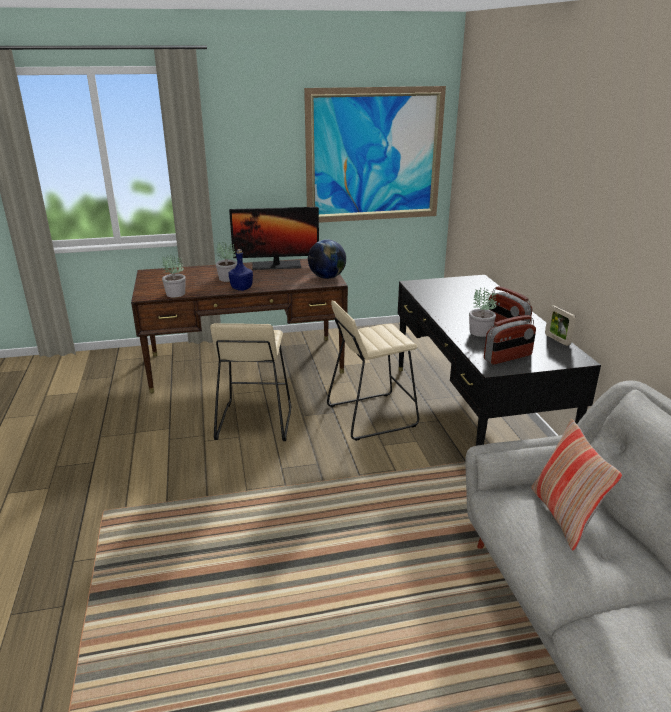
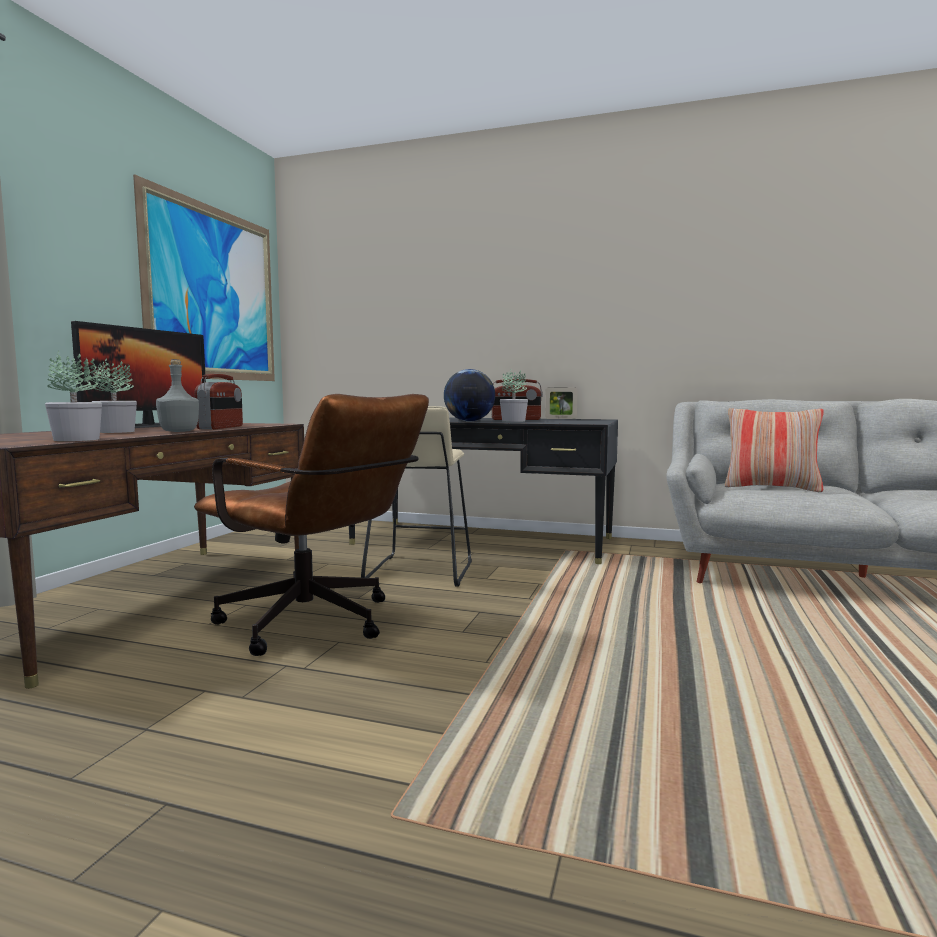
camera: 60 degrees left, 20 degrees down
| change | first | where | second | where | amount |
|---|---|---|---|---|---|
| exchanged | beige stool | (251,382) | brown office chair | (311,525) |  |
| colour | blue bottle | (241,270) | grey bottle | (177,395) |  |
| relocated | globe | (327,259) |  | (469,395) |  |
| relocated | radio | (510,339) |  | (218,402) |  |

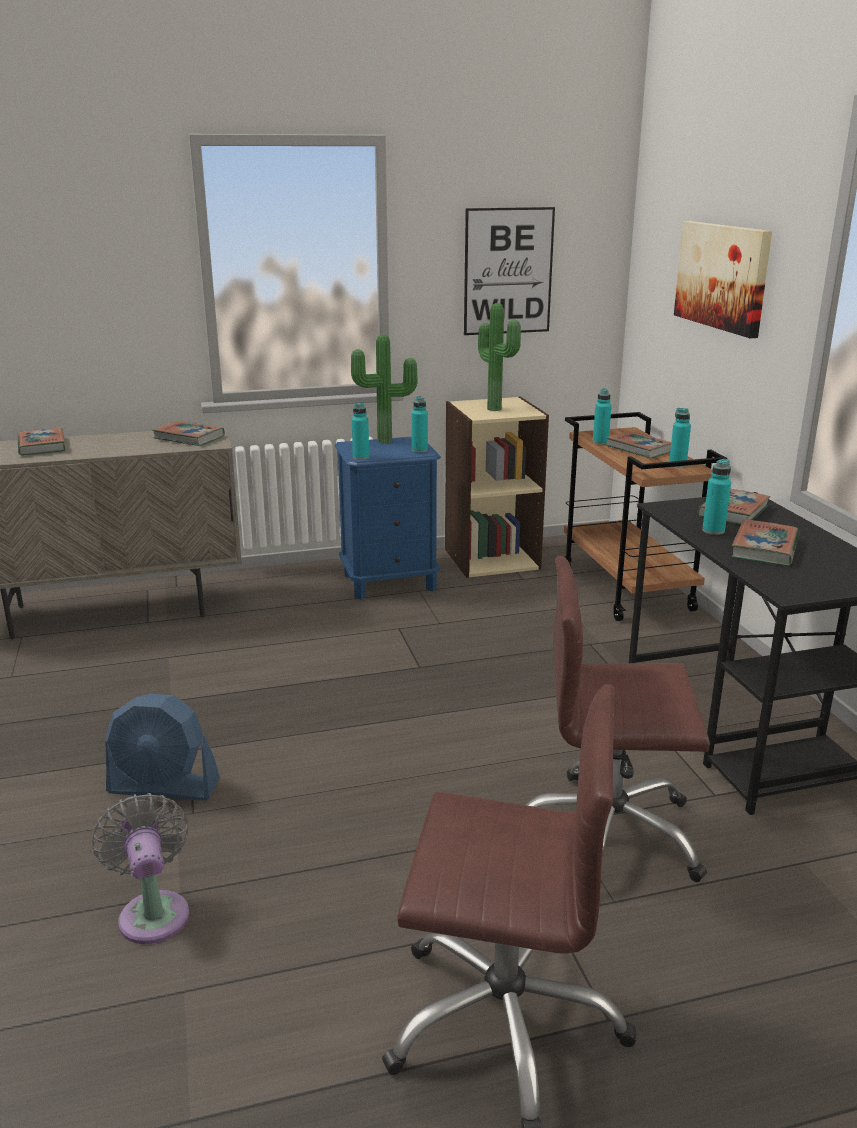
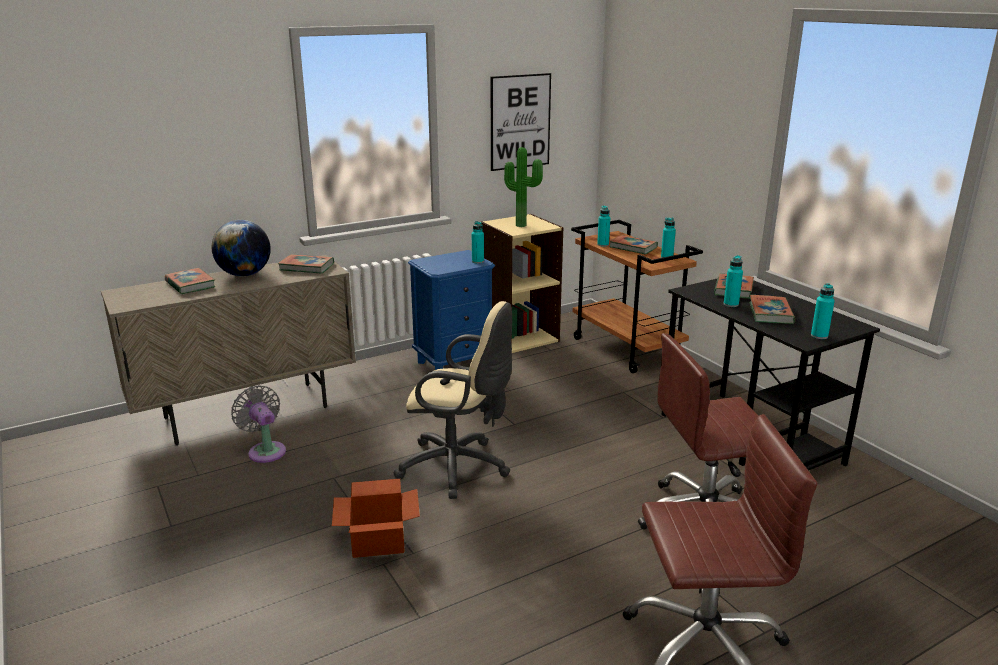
camera: 15 degrees left, 0 degrees up
| change | first | where | second | where | amount |
|---|---|---|---|---|---|
| relocated | grey fan | (140,868) |  | (258,424) |  |
| exchanged | blue fan | (162,747) | cardboard box | (376,518) |  |
| missing | potted plant | (384,388) |  |  |  |
| relocated | turquoise bottle | (360,431) |  | (823,311) |  |
| missing | picture | (723,279) |  |  |  |
| appeared |  |  | globe | (241,248) |  |
| appeared |  |  | beige office chair | (453,400) |  |

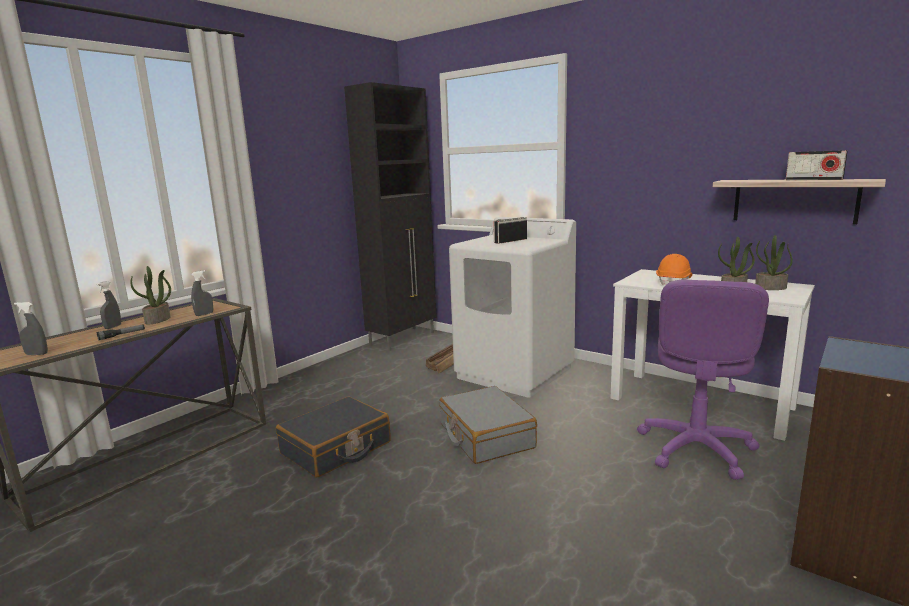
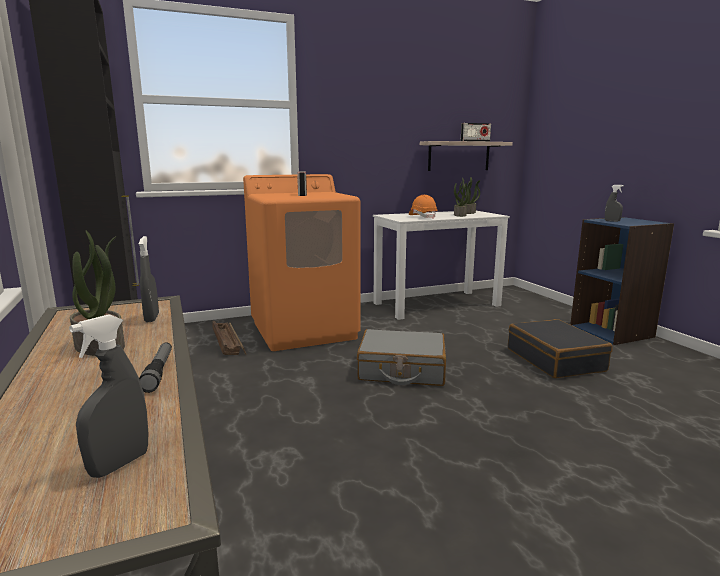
camera: 60 degrees left, 0 degrees up
| change | first | where | second | where | amount |
|---|---|---|---|---|---|
| relocated | grey spray bottle | (108,305) |  | (614,203) |  |
| relocated | black suitcase | (333,437) |  | (560,348) |  |
| colour | white washing machine | (512,307) | orange washing machine | (301,262) |  |
| missing | purple office chair | (703,380) |  |  |  |

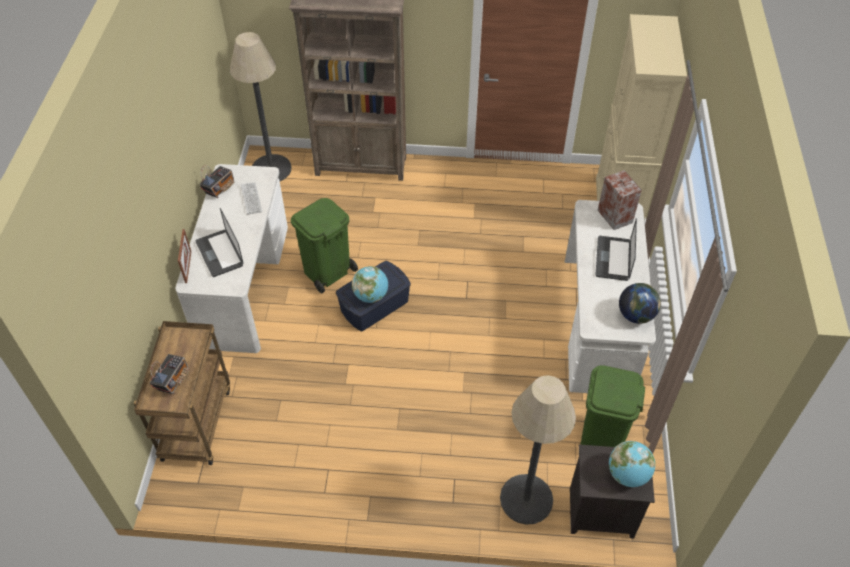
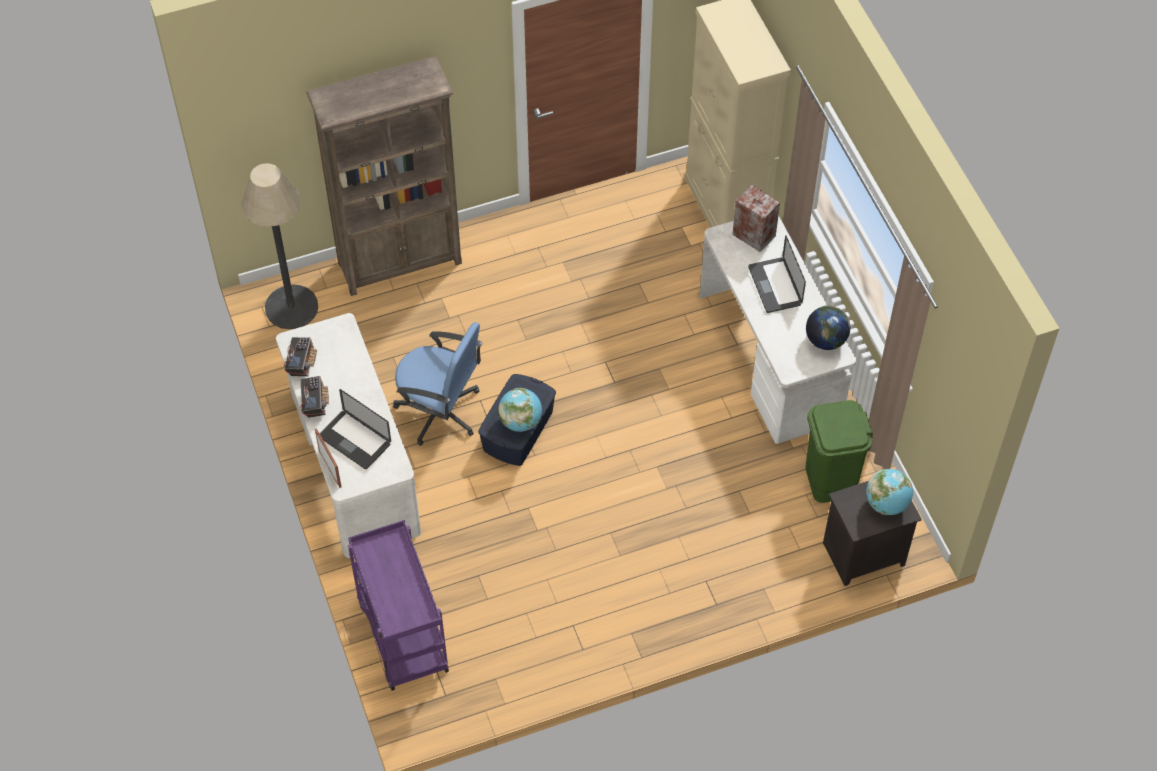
camera: 25 degrees left, 5 degrees up
| change | first | where | second | where | amount |
|---|---|---|---|---|---|
| colour | brown cart | (182,393) | purple cart | (398,605) |  |
| relocated | radio | (169,374) |  | (314,397) |  |
| missing | keyboard | (251,198) |  |  |  |
| exchanged | green trash can | (324,245) | blue office chair | (437,384) |  |
| missing | floor lamp | (538,450) |  |  |  |

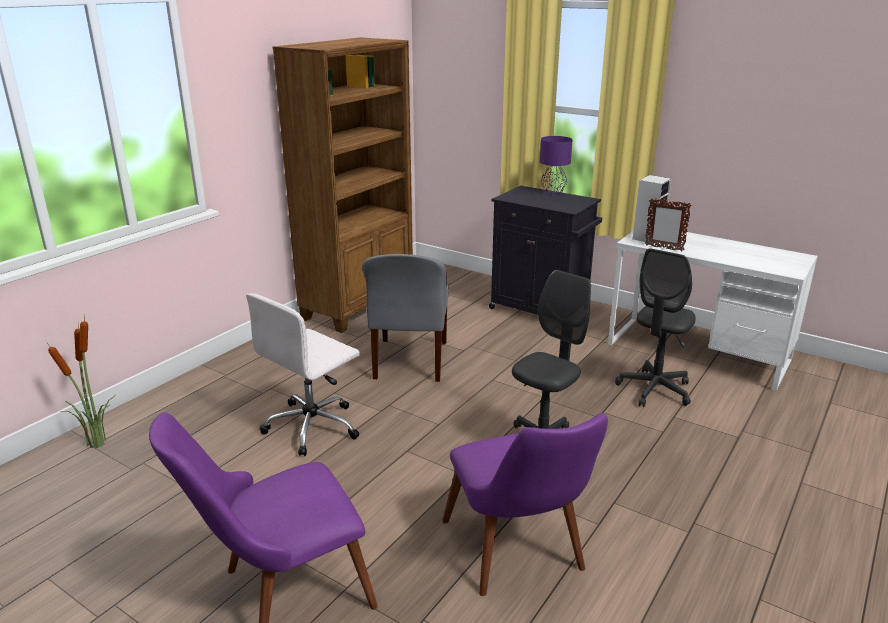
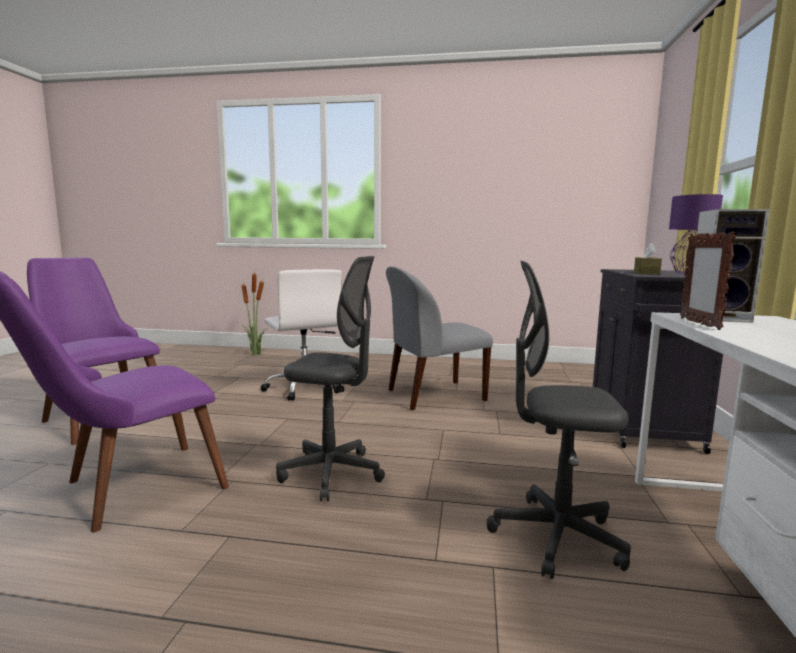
camera: 65 degrees right, 15 degrees down
| change | first | where | second | where | amount |
|---|---|---|---|---|---|
| spun | white office chair | (303,374) |  | (301,335) | 135 degrees counterclockwise |
| missing | brown bookcase | (343,185) |  |  |  |
| appeared |  |  | brown tissue box | (648,259) |  |

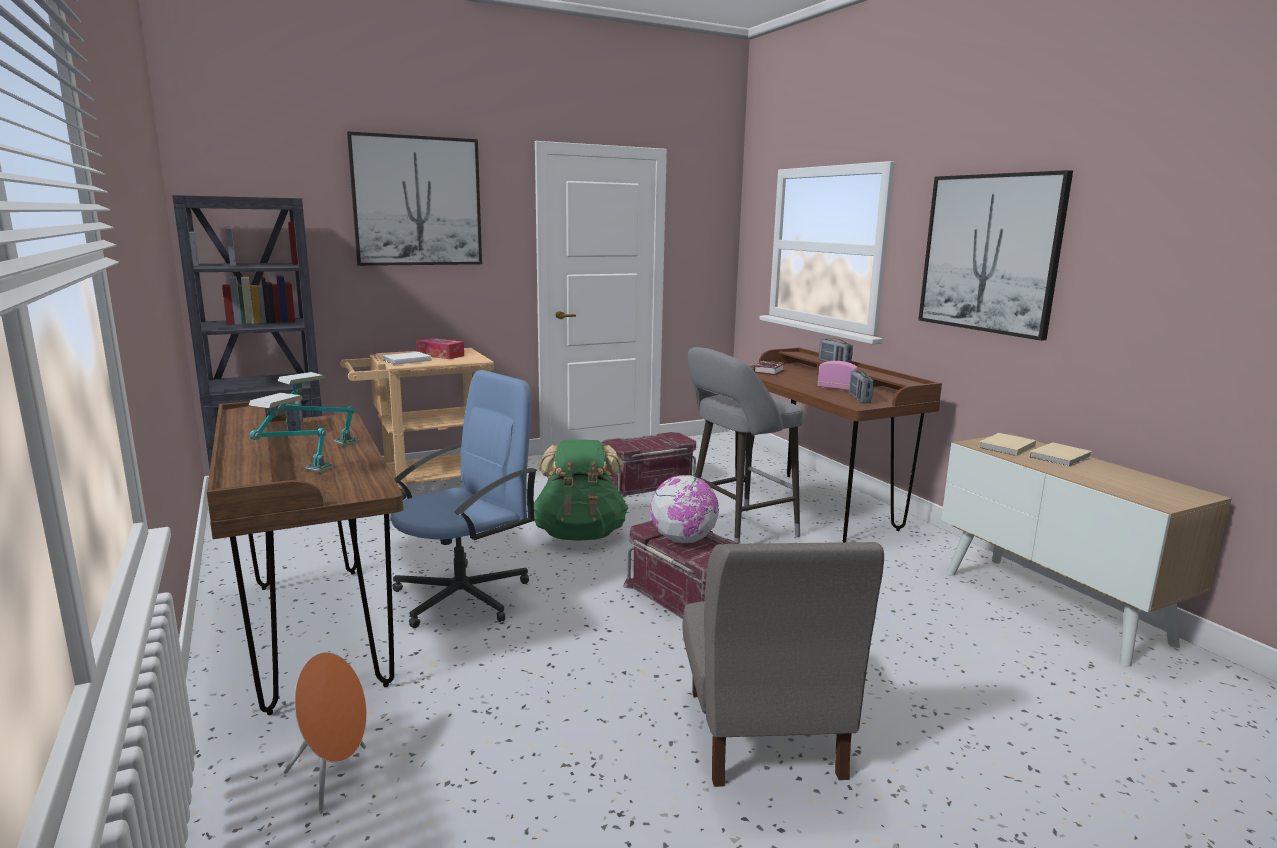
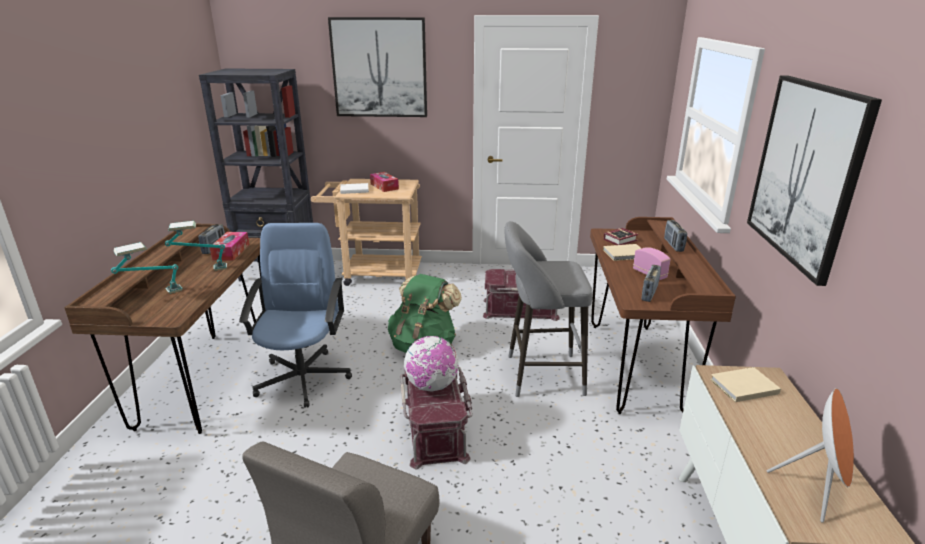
camera: 30 degrees right, 10 degrees up
| change | first | where | second | where | amount |
|---|---|---|---|---|---|
| relocated | orange speaker | (325,733) |  | (810,455) |  |
| spun | blue office chair | (463,499) |  | (295,315) | 75 degrees counterclockwise |
| relocated | beige book | (1060,454) |  | (622,252) |  |
| appeared |  |  | tissue box | (229,246) |  |

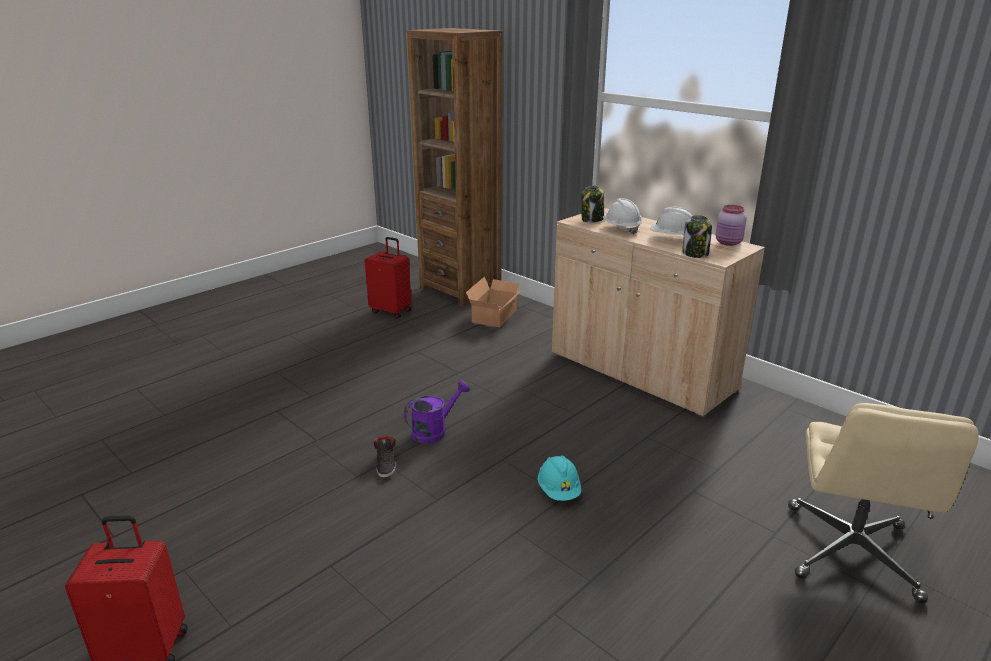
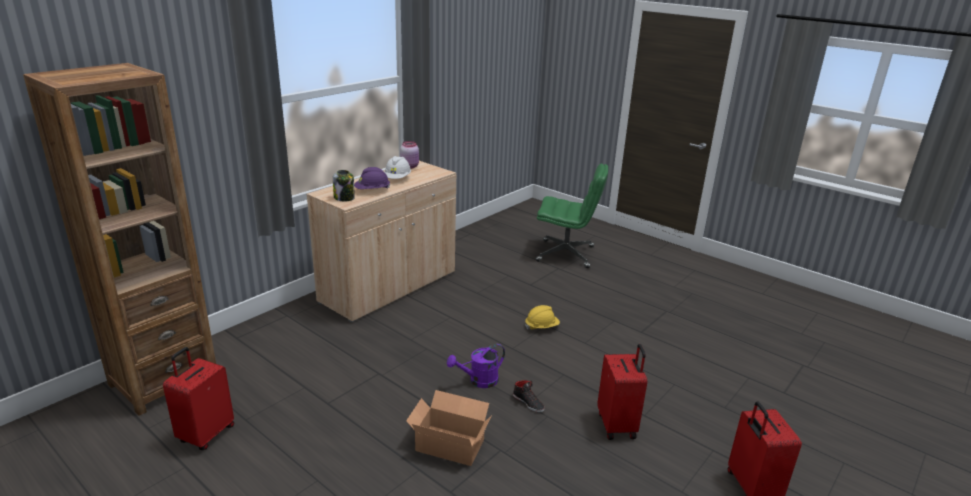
camera: 95 degrees left, 0 degrees up
| change | first | where | second | where | amount |
|---|---|---|---|---|---|
| spun | black shoe | (384,457) |  | (529,396) | 60 degrees clockwise |
| spun | purple watering can | (437,412) |  | (476,366) | 75 degrees counterclockwise |
| relocated | cardboard box | (496,302) |  | (449,428) |  |
| colour | turquoise hard hat | (559,478) | yellow hard hat | (542,317) |  |
| colour | white hard hat | (622,216) | purple hard hat | (372,178) |  |
| missing | jar | (697,236) |  |  |  |
| colour | beige office chair | (883,503) | green office chair | (572,216) |  |
| appeared |  |  | red suitcase | (622,392) |  |

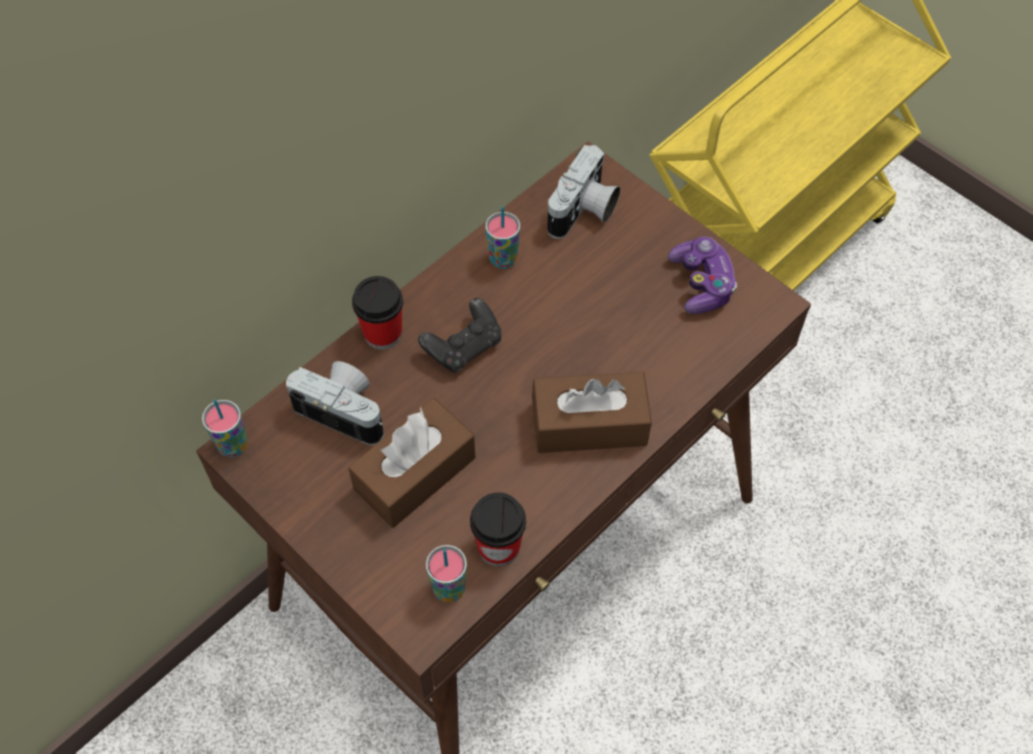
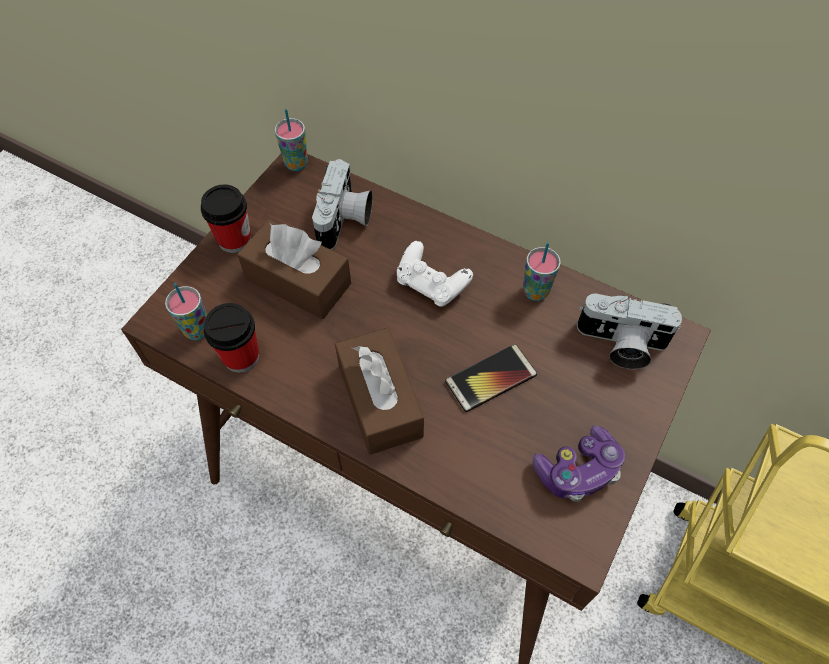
camera: 75 degrees right, 0 degrees up
| change | first | where | second | where | amount |
|---|---|---|---|---|---|
| relocated | cup | (377,313) |  | (226,218) |  |
| colour | black game controller | (459,335) | white game controller | (435,274) |  |
| appeared |  |  | phone | (491,378) |  |

